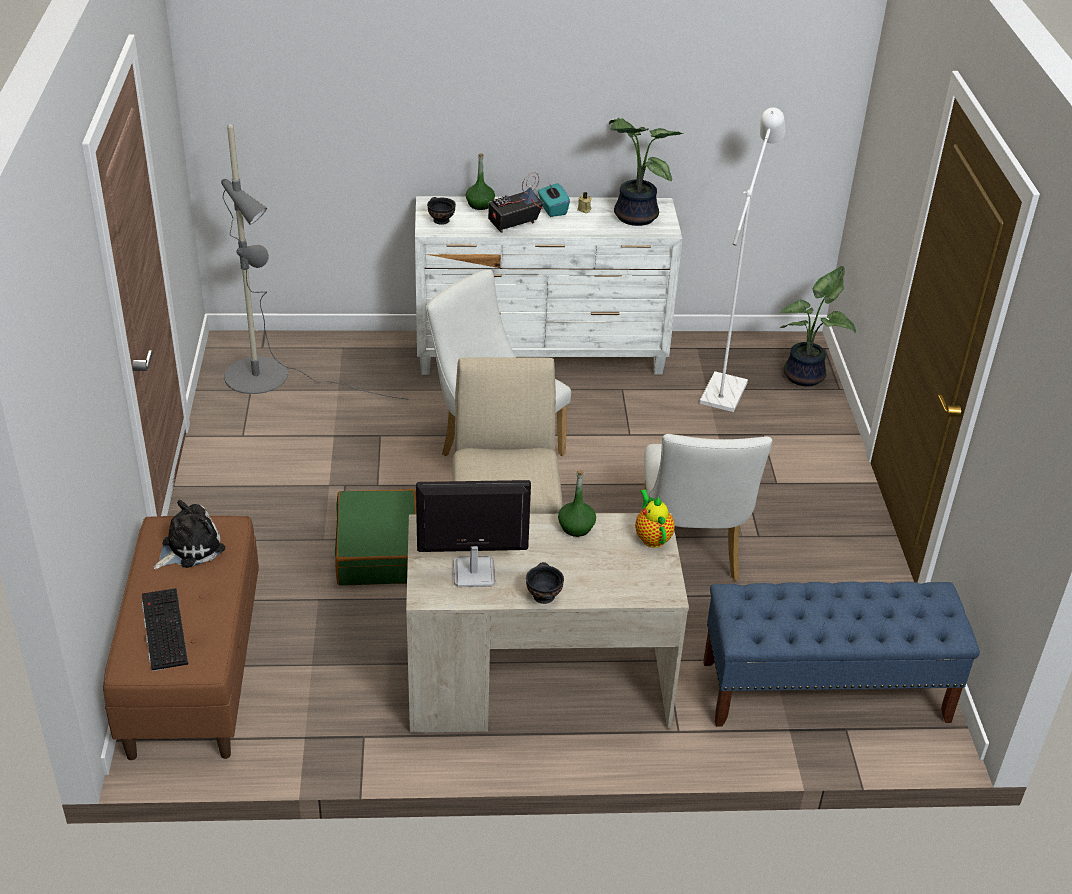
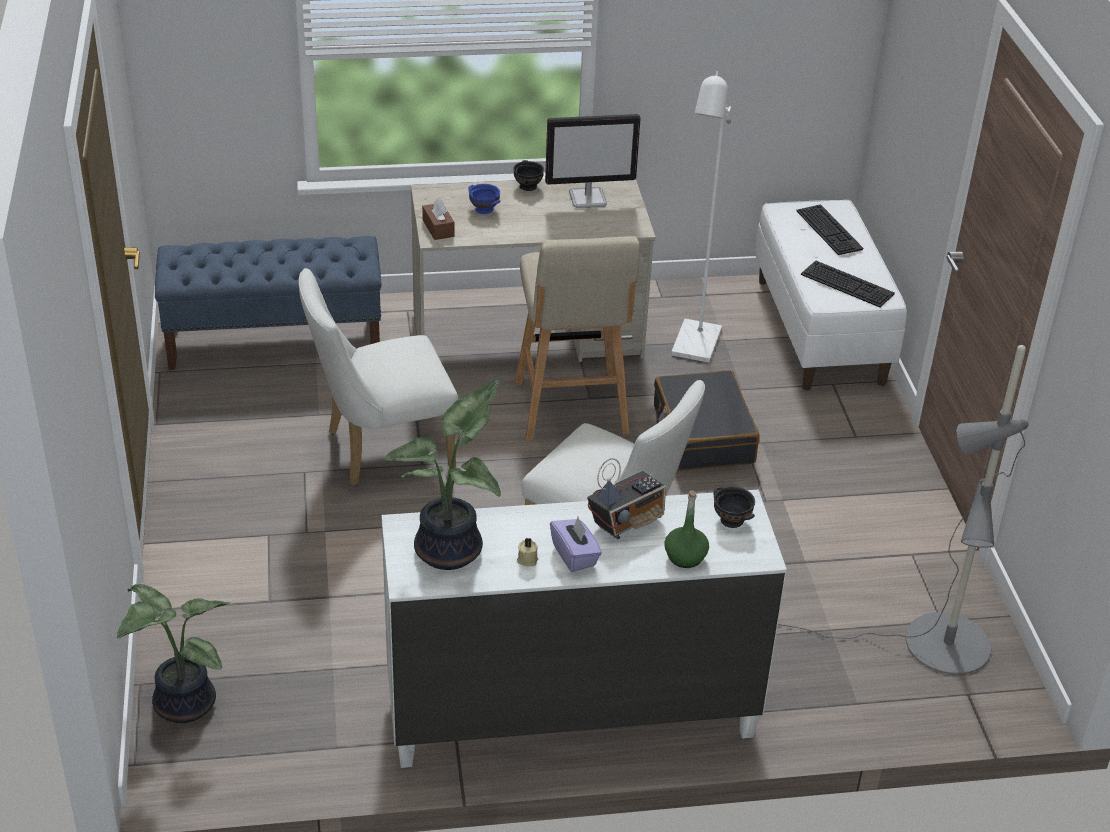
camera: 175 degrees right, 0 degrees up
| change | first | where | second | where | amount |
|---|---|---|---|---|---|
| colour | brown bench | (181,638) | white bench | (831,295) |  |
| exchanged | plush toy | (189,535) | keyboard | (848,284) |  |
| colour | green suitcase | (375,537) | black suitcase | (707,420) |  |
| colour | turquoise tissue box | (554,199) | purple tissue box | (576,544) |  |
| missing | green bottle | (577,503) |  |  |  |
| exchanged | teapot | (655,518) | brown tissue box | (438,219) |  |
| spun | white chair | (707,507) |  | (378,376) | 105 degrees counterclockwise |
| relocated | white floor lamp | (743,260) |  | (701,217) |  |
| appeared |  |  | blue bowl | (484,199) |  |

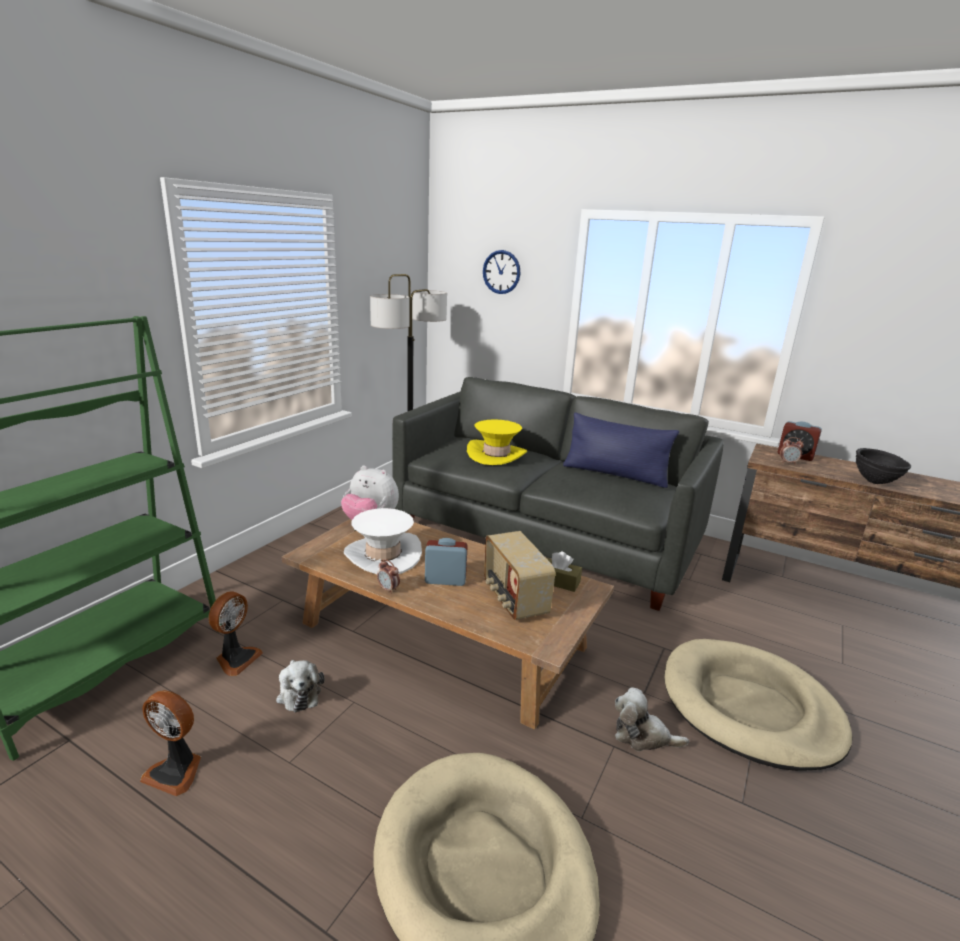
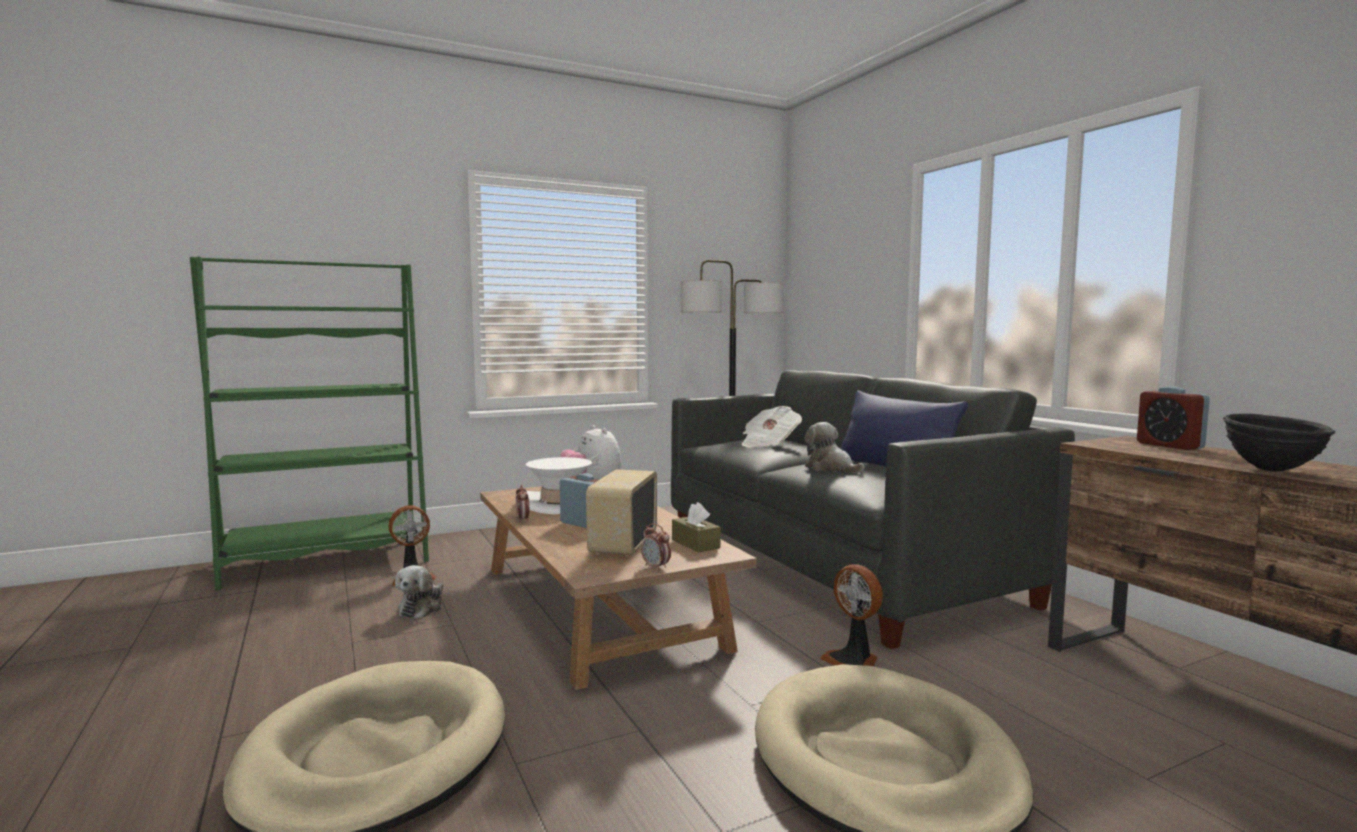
camera: 35 degrees right, 15 degrees down
| change | first | where | second | where | amount |
|---|---|---|---|---|---|
| relocated | fan | (170,743) |  | (851,615) |  |
| exchanged | yellow hat | (497,442) | newspaper | (772,426) |  |
| missing | wall clock | (502,272) |  |  |  |
| relocated | plush toy | (652,719) |  | (834,447) |  |
| relocated | alarm clock | (792,450) |  | (656,547) |  |

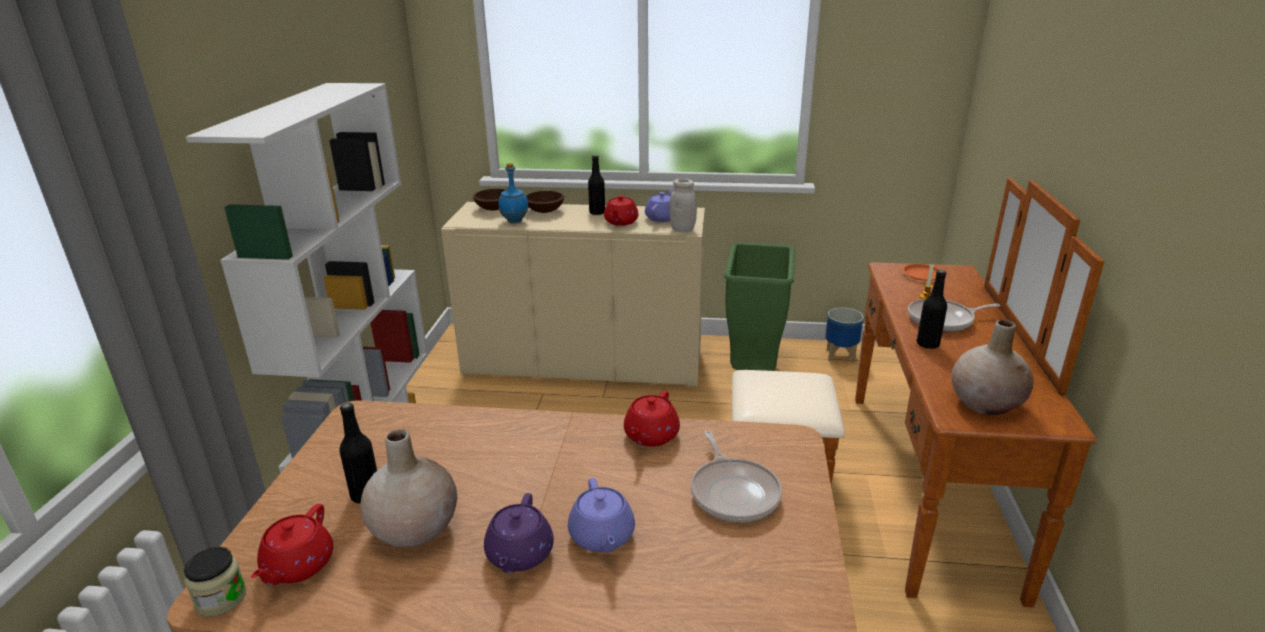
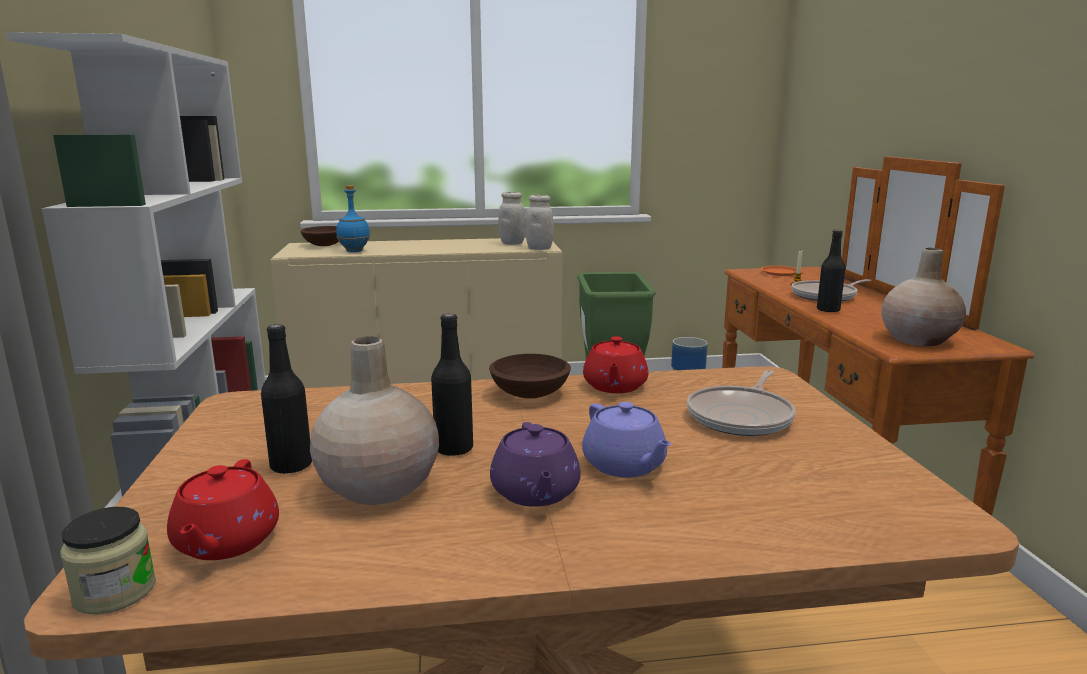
camera: 15 degrees left, 10 degrees down
| change | first | where | second | where | amount |
|---|---|---|---|---|---|
| relocated | brown bowl | (545,202) |  | (530,376) |  |
| relocated | black bottle | (596,185) |  | (452,385) |  |
| missing | red teapot | (621,210) |  |  |  |
| exchanged | purple teapot | (659,206) | white jar | (512,218) |  |
| spun | frying pan | (736,476) |  | (741,403) | 60 degrees clockwise |

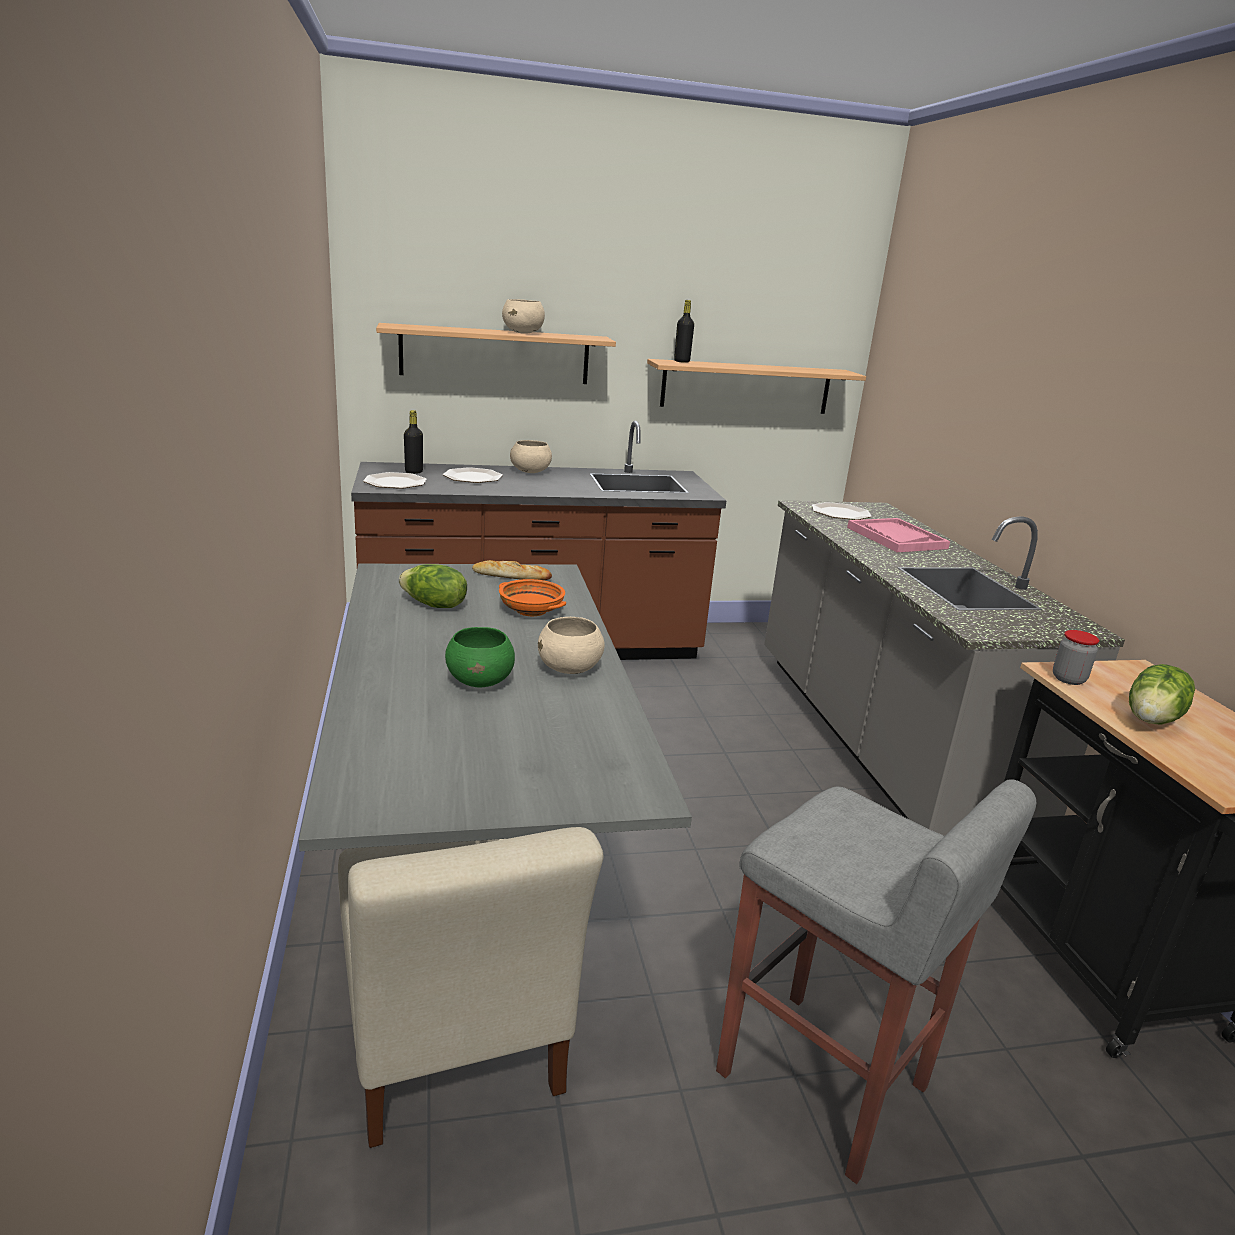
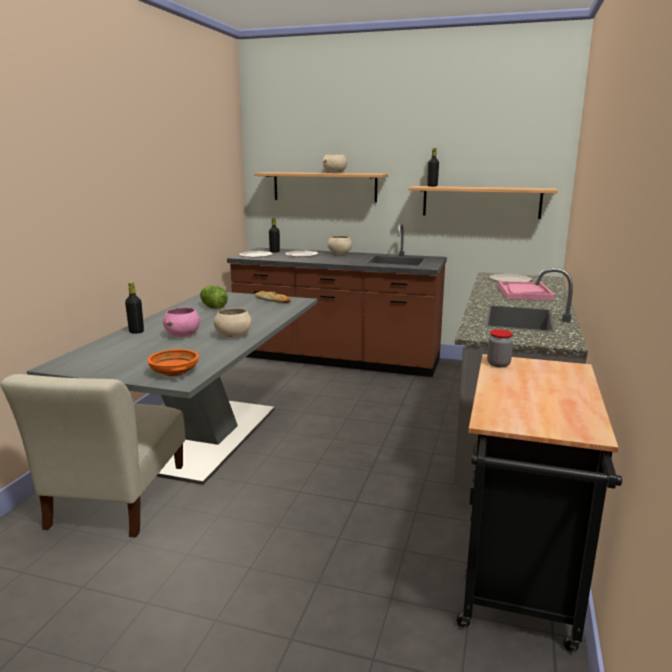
camera: 30 degrees right, 5 degrees down
| change | first | where | second | where | amount |
|---|---|---|---|---|---|
| colour | green bowl | (480,657) | pink bowl | (181,322) |  |
| relocated | orange bowl | (532,597) |  | (173,363) |  |
| missing | grey stool | (876,981) |  |  |  |
| missing | lettuce | (1162,694) |  |  |  |
| appeared |  |  | black bottle | (134,308) |  |

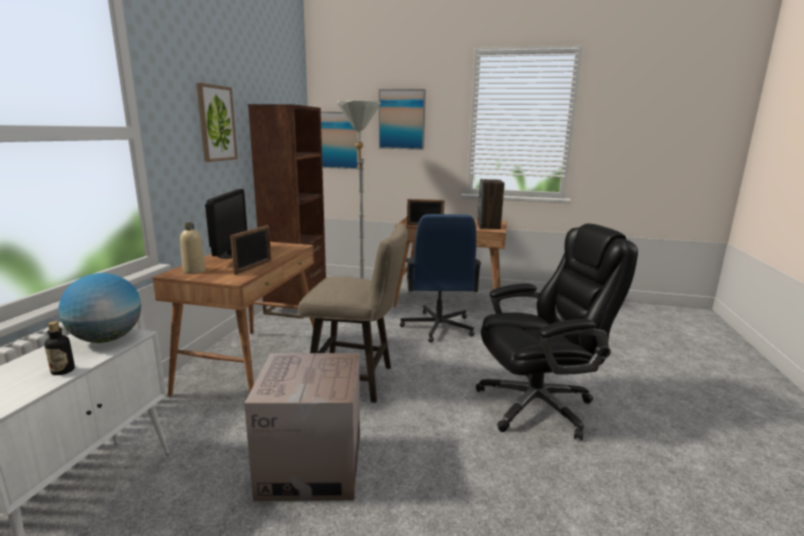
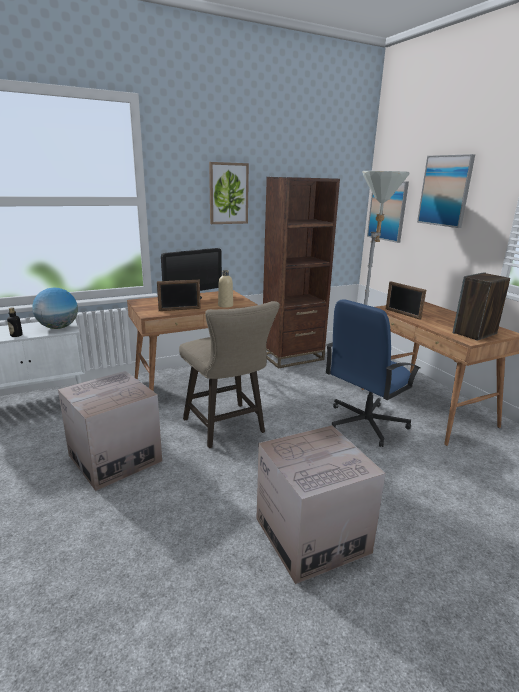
camera: 50 degrees right, 5 degrees up
| change | first | where | second | where | amount |
|---|---|---|---|---|---|
| relocated | beige bottle | (193,248) |  | (225,289) |  |
| exchanged | black office chair | (557,331) | cardboard box | (321,504) |  |

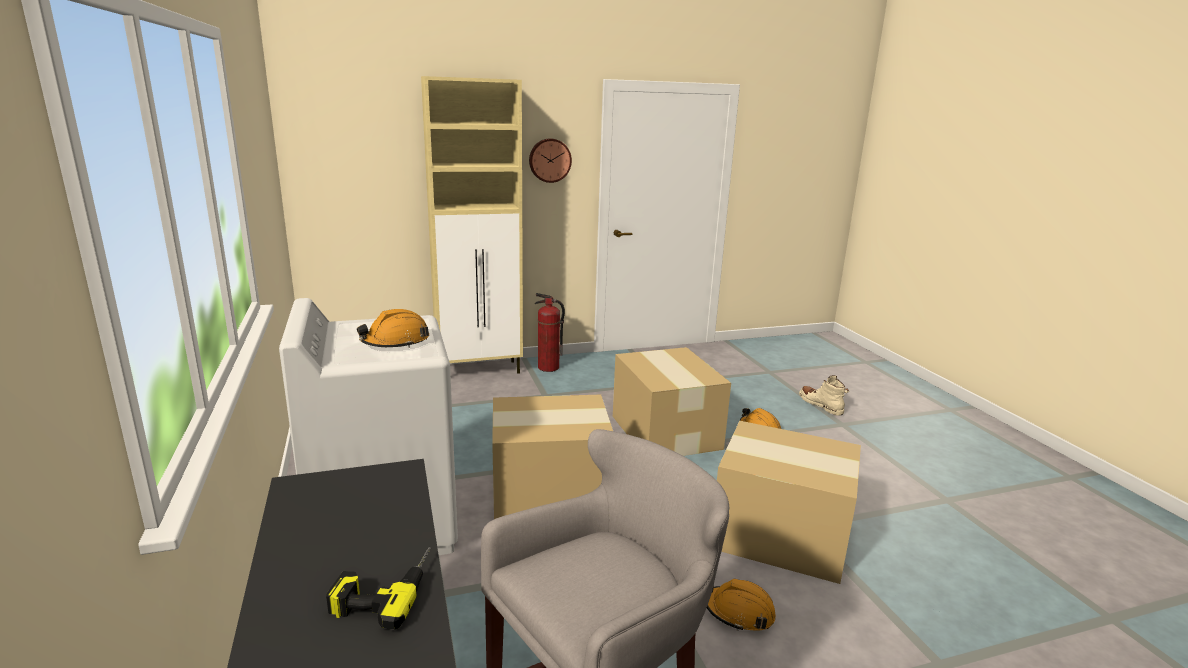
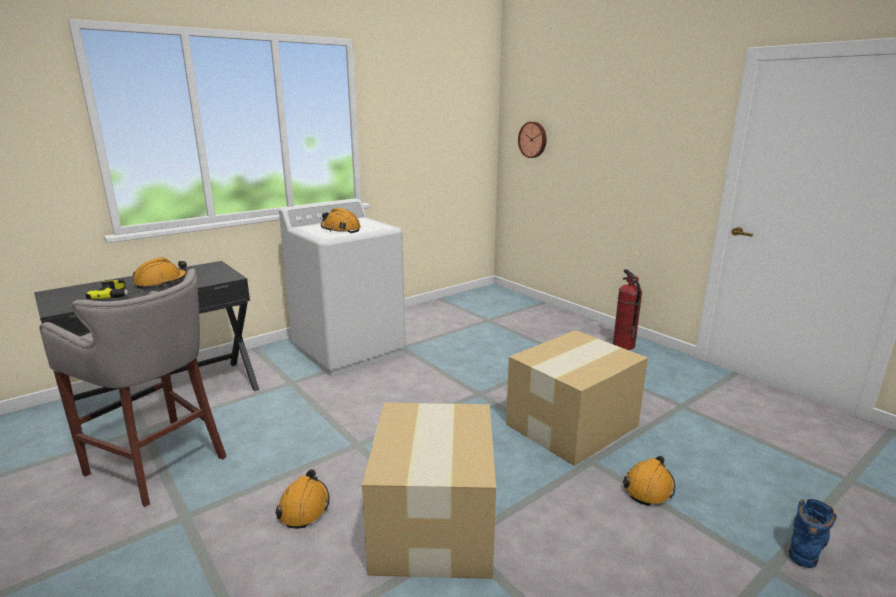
camera: 70 degrees right, 0 degrees up
| change | first | where | second | where | amount |
|---|---|---|---|---|---|
| missing | beige cabinet | (472,225) |  |  |  |
| missing | cardboard box | (552,457) |  |  |  |
| relocated | wall clock | (550,160) |  | (532,140) |  |
| colour | beige boot | (824,395) | blue boot | (812,533) |  |
| appeared |  |  | orange hard hat | (160,273) |  |

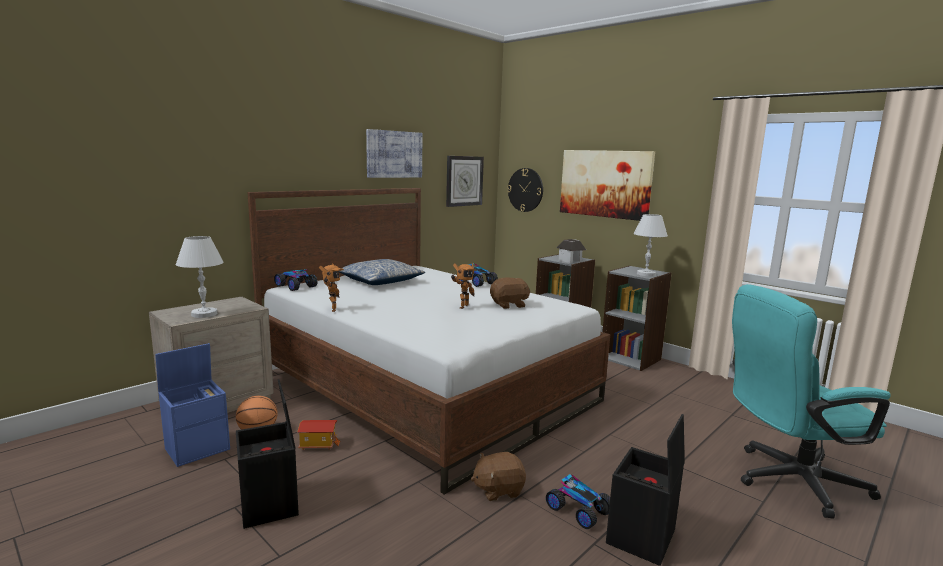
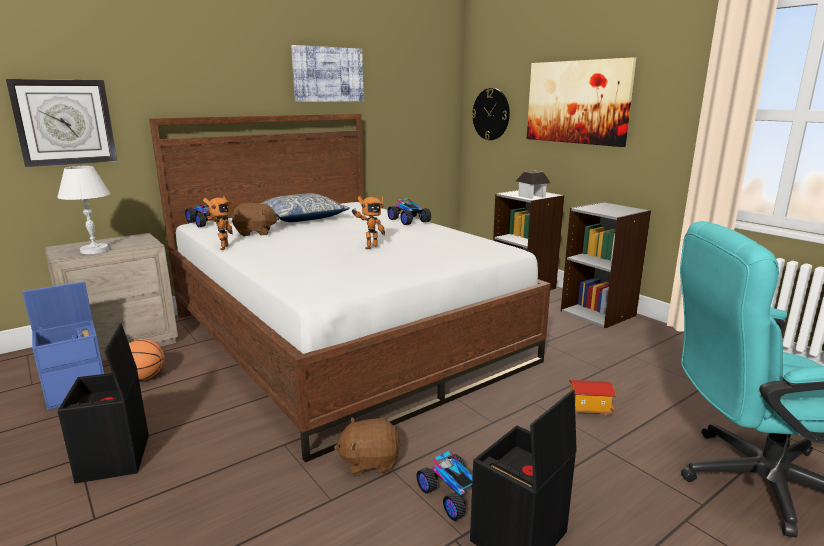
camera: 10 degrees right, 5 degrees up
| change | first | where | second | where | amount |
|---|---|---|---|---|---|
| relocated | toy house | (318,435) |  | (592,397) |  |
| relocated | wall clock | (465,181) |  | (61,123) |  |
| relocated | brown plush toy | (510,293) |  | (255,219) |  |
| missing | white table lamp | (650,245) |  |  |  |

